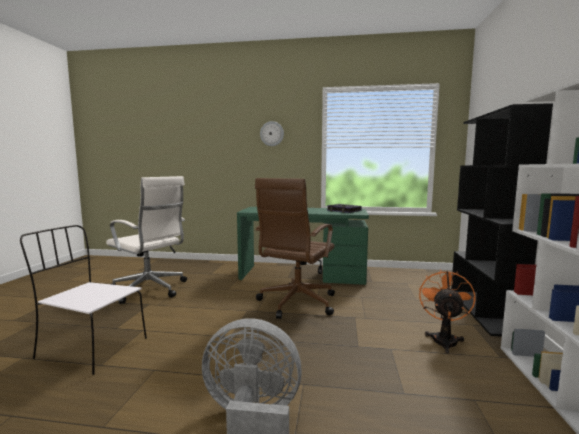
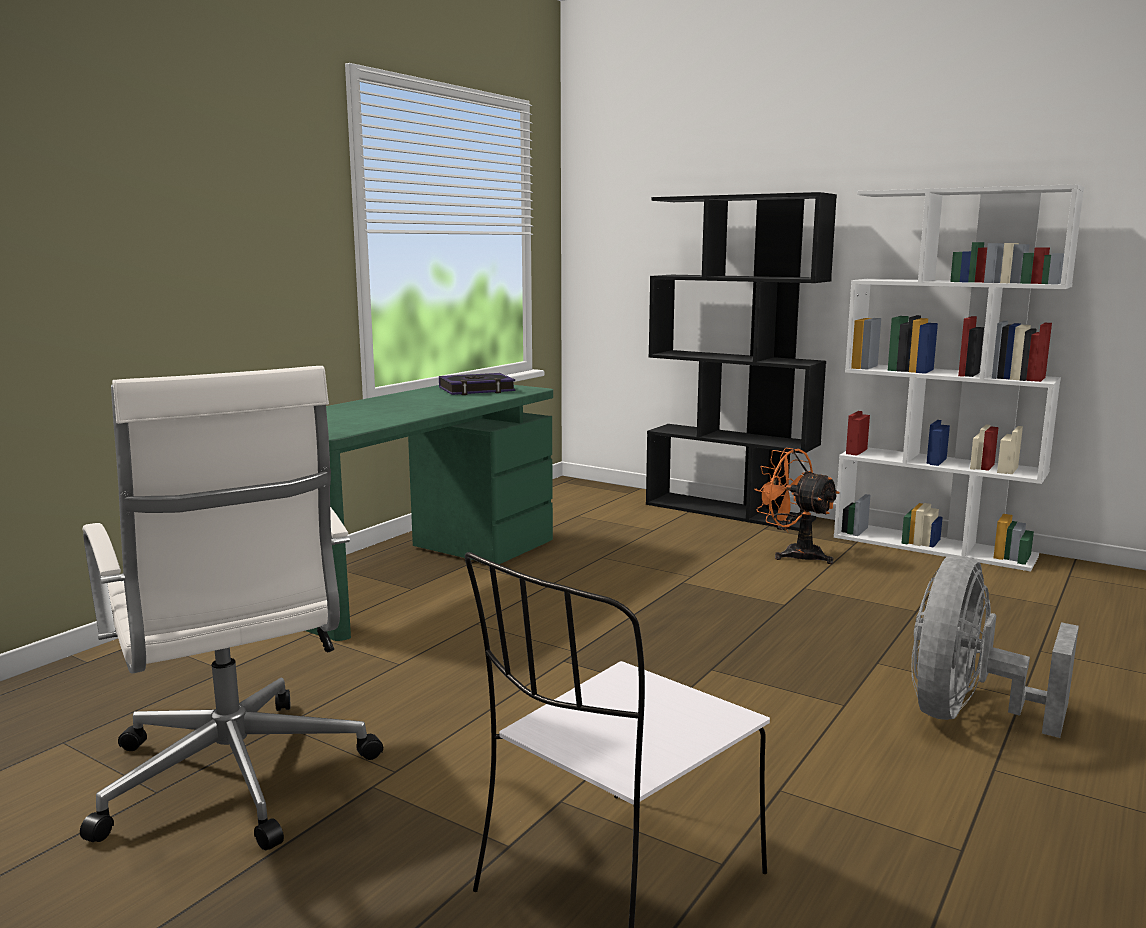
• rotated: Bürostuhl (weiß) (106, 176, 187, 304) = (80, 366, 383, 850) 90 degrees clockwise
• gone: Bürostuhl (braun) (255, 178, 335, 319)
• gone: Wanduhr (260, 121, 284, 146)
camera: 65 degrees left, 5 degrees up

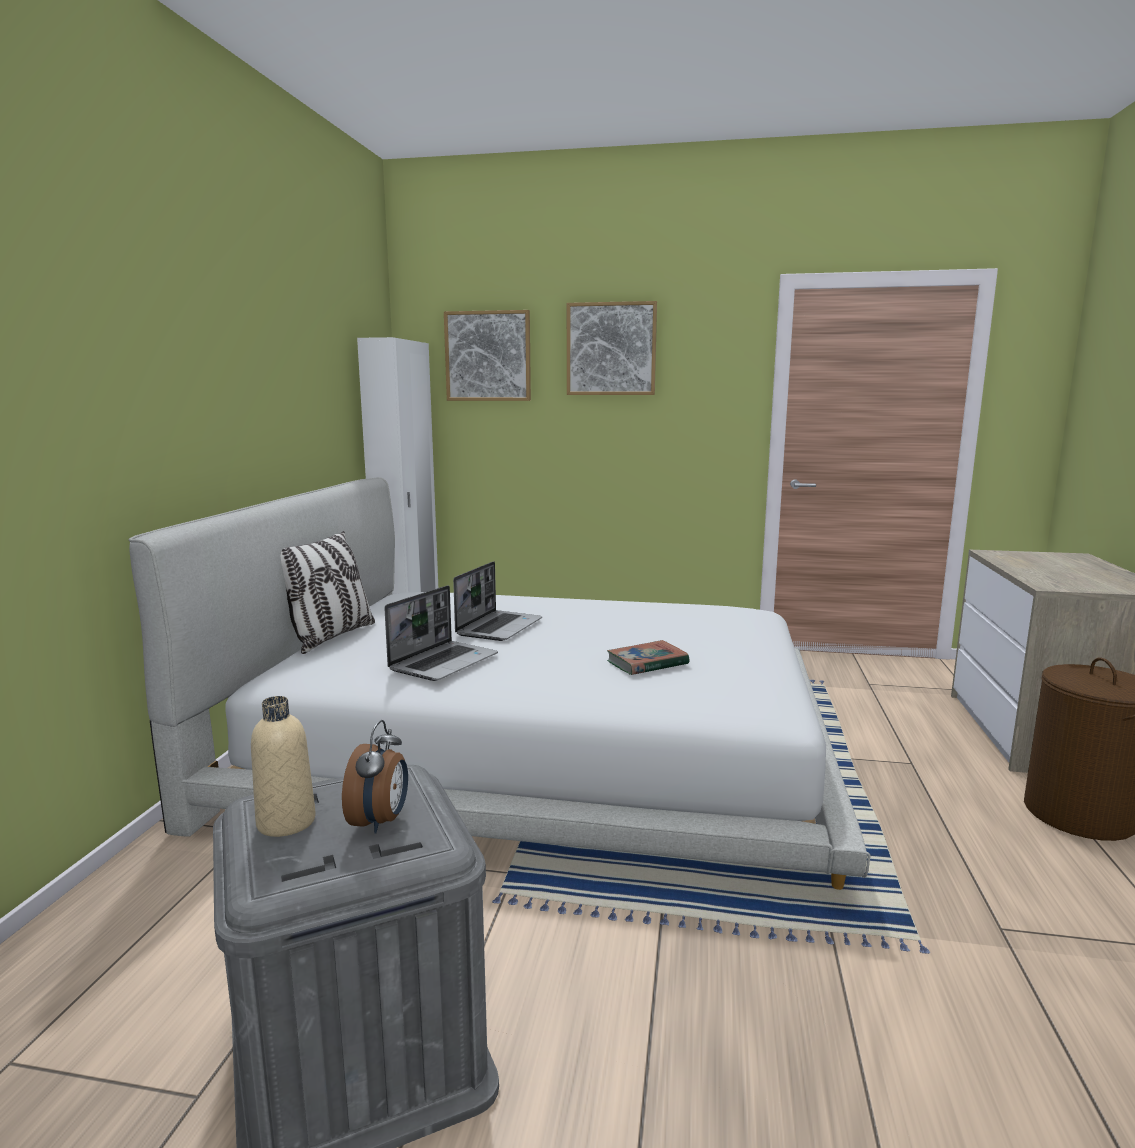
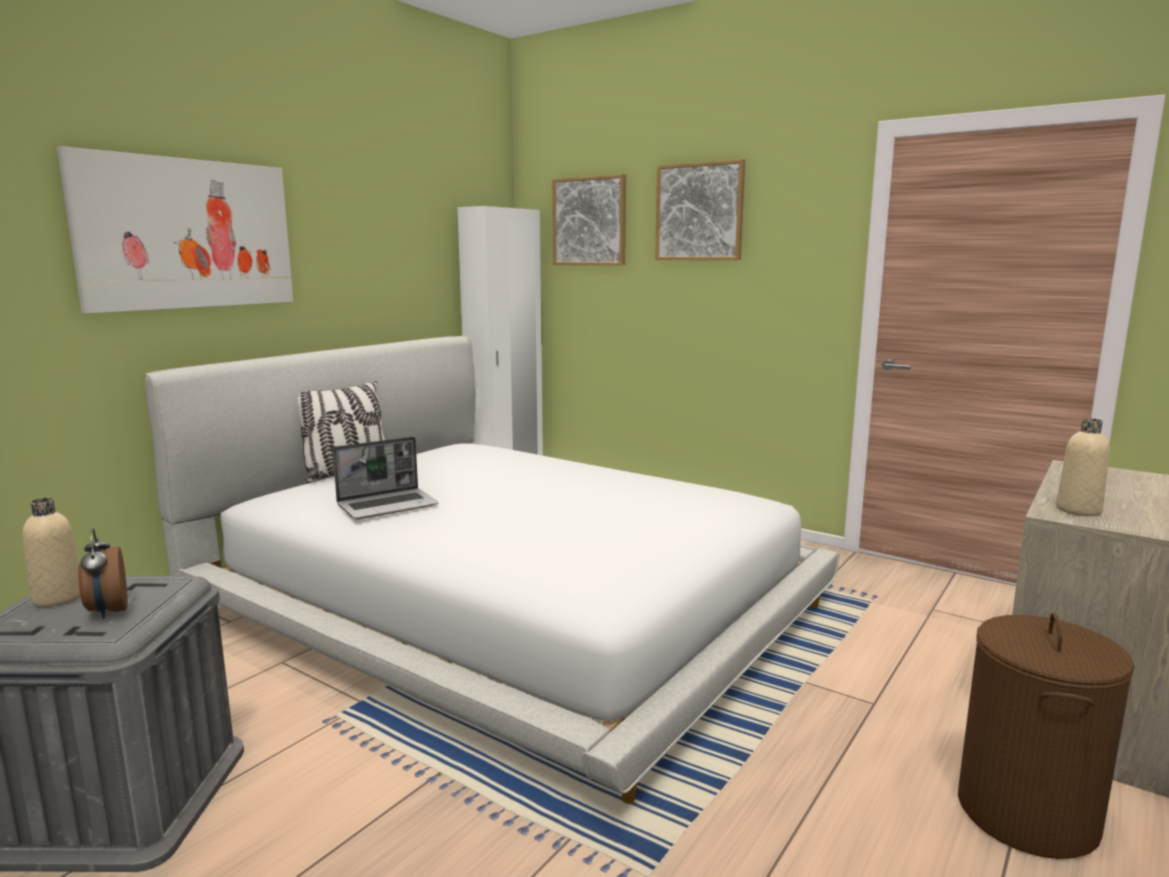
• rotated: Wecker (342, 720, 408, 834) = (78, 528, 128, 619) 120 degrees clockwise
• gone: Laptop (453, 561, 542, 641)
• gone: Buch (607, 640, 689, 675)
• new: Bild (57, 146, 293, 313)
• new: Flasche (beige) (1056, 418, 1110, 516)
camera: 25 degrees right, 0 degrees up

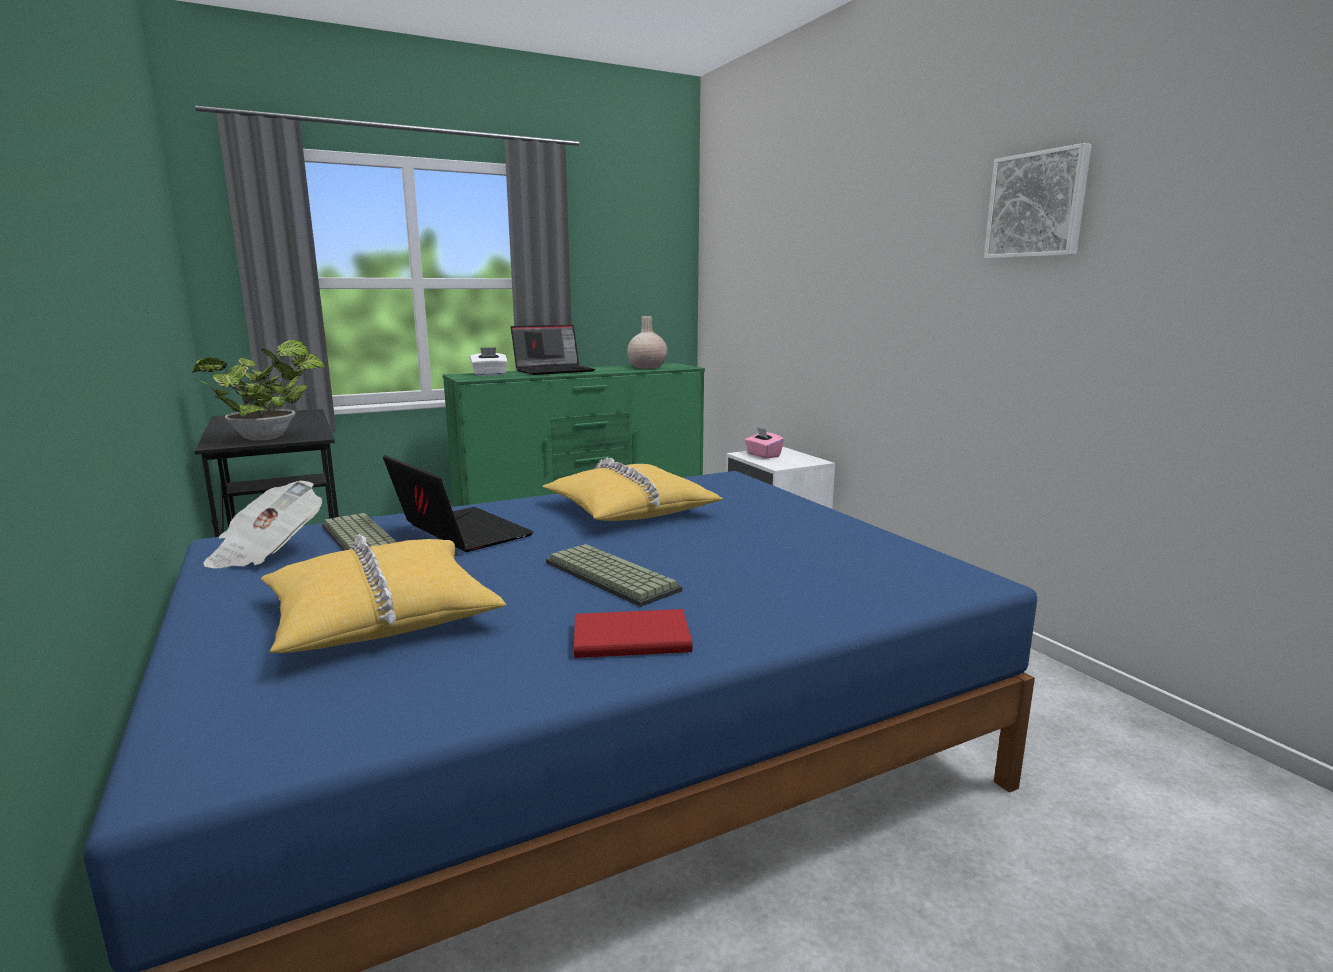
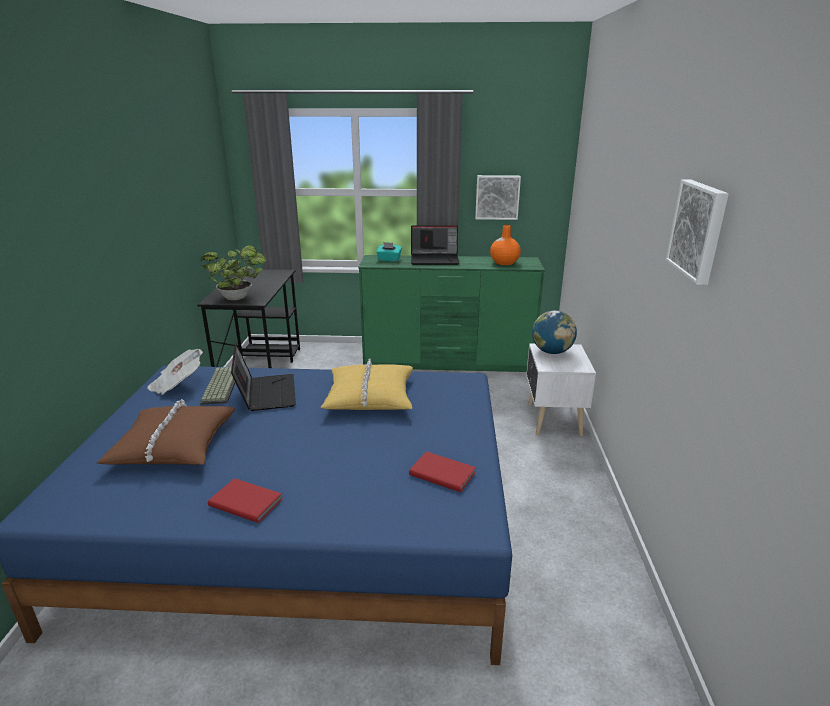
• repainted: Kissen (gelb) (261, 534, 507, 653) to Kissen (braun) (96, 399, 235, 465)
• repainted: Taschentuchbox (weiß) (470, 347, 508, 376) to Taschentuchbox (türkis) (376, 242, 402, 262)
• gone: Tastatur (546, 544, 682, 607)
• repainted: Vase (beige) (627, 316, 668, 369) to Vase (orange) (490, 225, 521, 265)
• swapped: Taschentuchbox (rosa) (745, 427, 784, 459) to Globus (532, 310, 577, 354)
• new: Buch (rot) (409, 451, 476, 492)
• new: Bild (475, 175, 521, 220)
camera: 30 degrees right, 10 degrees up

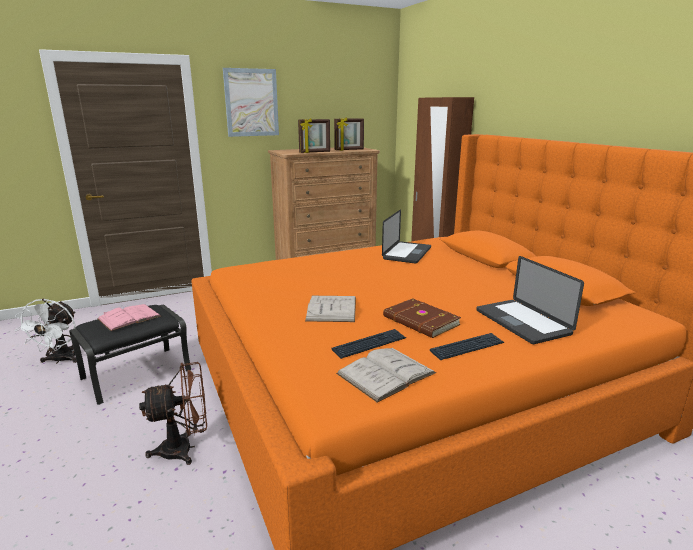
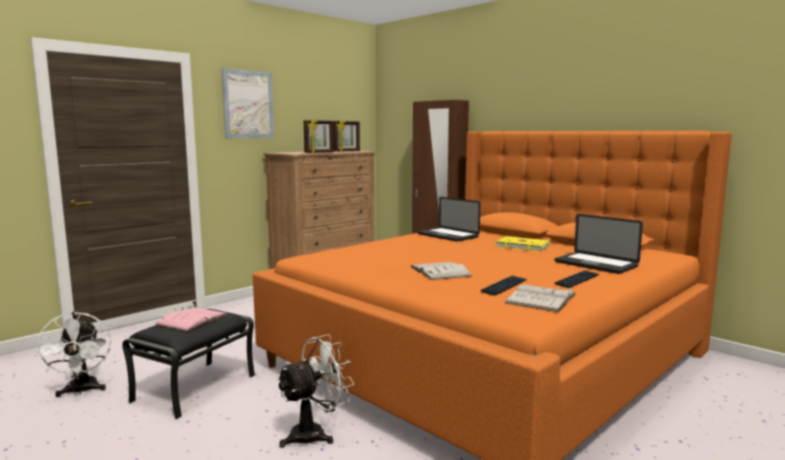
• repainted: Ventilator (braun) (139, 362, 207, 465) to Ventilator (weiß) (276, 334, 354, 448)
• rotated: Laptop (382, 209, 431, 264) = (418, 197, 481, 242) 135 degrees clockwise
• gone: Buch (braun) (383, 298, 461, 338)
• new: Buch (gelb) (495, 236, 550, 252)
camera: 20 degrees left, 10 degrees down

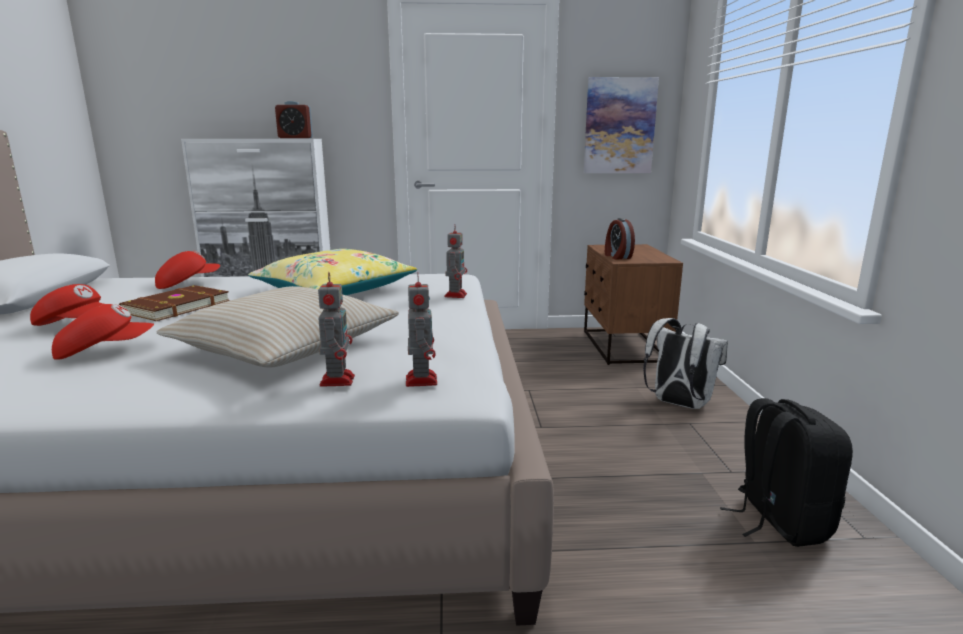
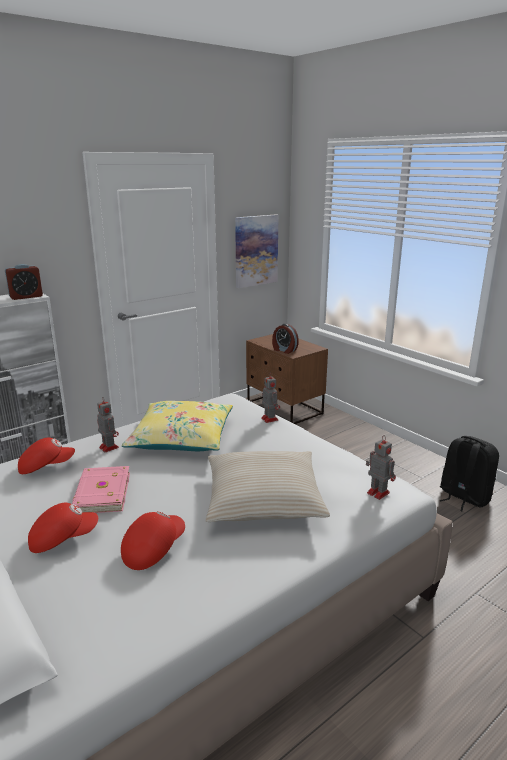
• repainted: Buch (braun) (119, 285, 230, 321) to Buch (rosa) (72, 466, 130, 513)
• rotated: Kappe (rot) (155, 251, 220, 289) = (18, 437, 75, 474) 60 degrees clockwise
• shifted: Spielzeugroboter (318, 272, 355, 387) to (97, 397, 119, 453)
• gone: Rucksack (weiß) (643, 318, 728, 409)
camera: 35 degrees left, 5 degrees up

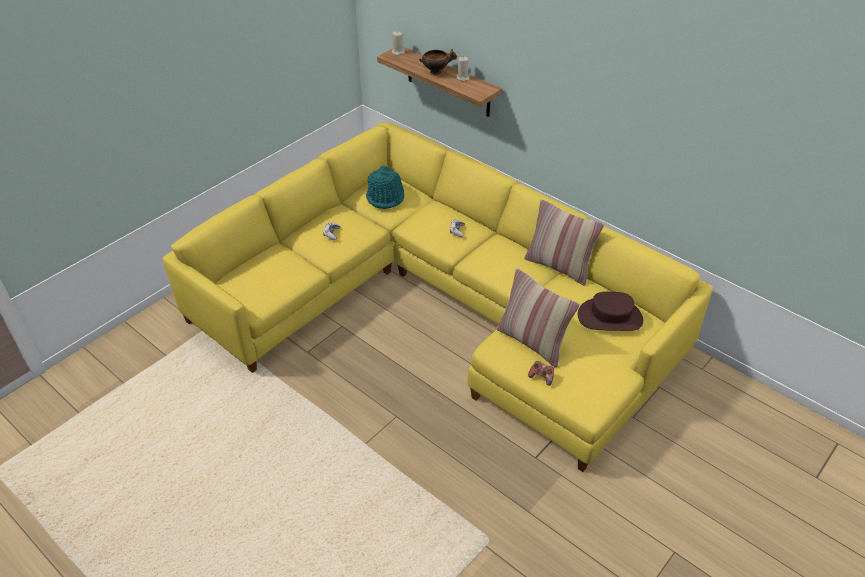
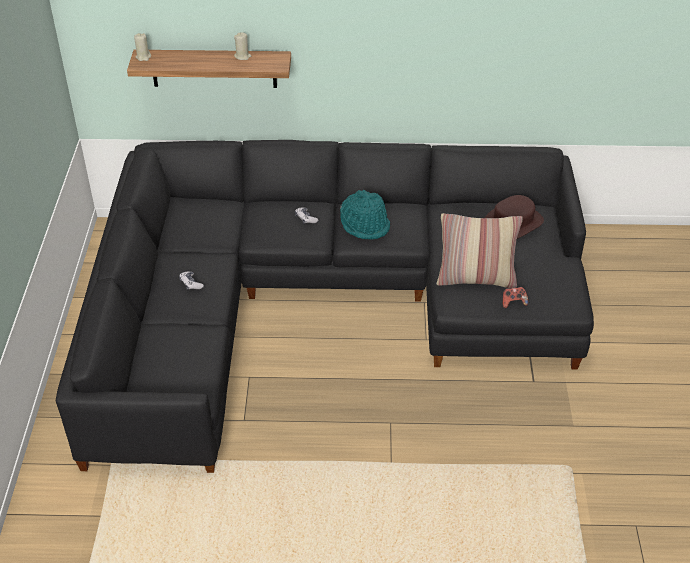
• repainted: Sofa (gelb) (162, 122, 713, 472) to Sofa (schwarz) (56, 140, 594, 473)
• shifted: Hut (türkis) (366, 166, 404, 209) to (340, 190, 390, 239)
• gone: Schüssel (419, 49, 457, 75)
• gone: Kissen (524, 199, 604, 285)
camera: 40 degrees left, 0 degrees up

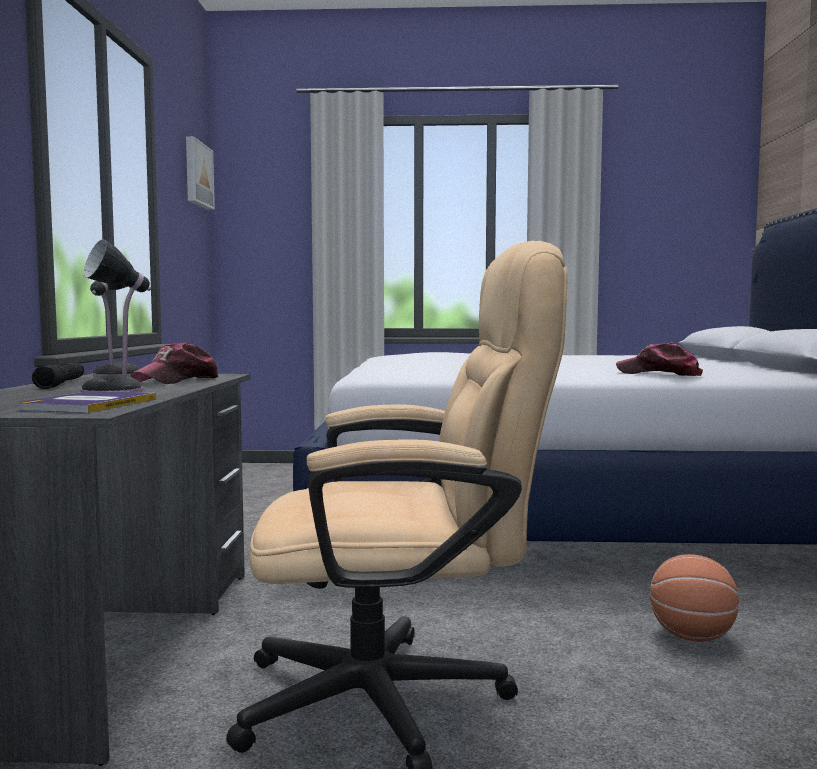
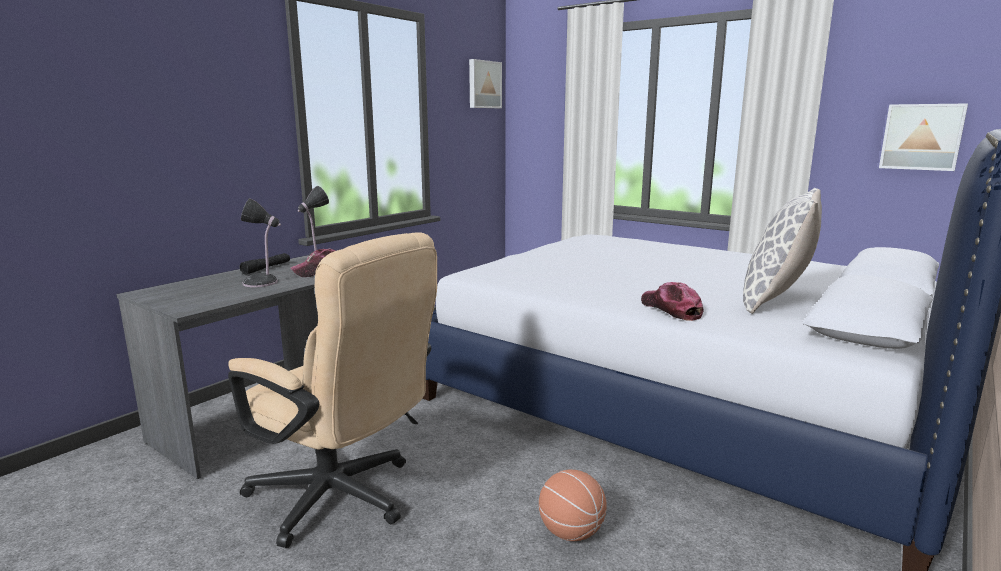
• gone: Buch (19, 391, 156, 413)
• new: Kissen (743, 188, 822, 314)
• new: Bild (879, 103, 968, 171)
camera: 35 degrees right, 10 degrees up

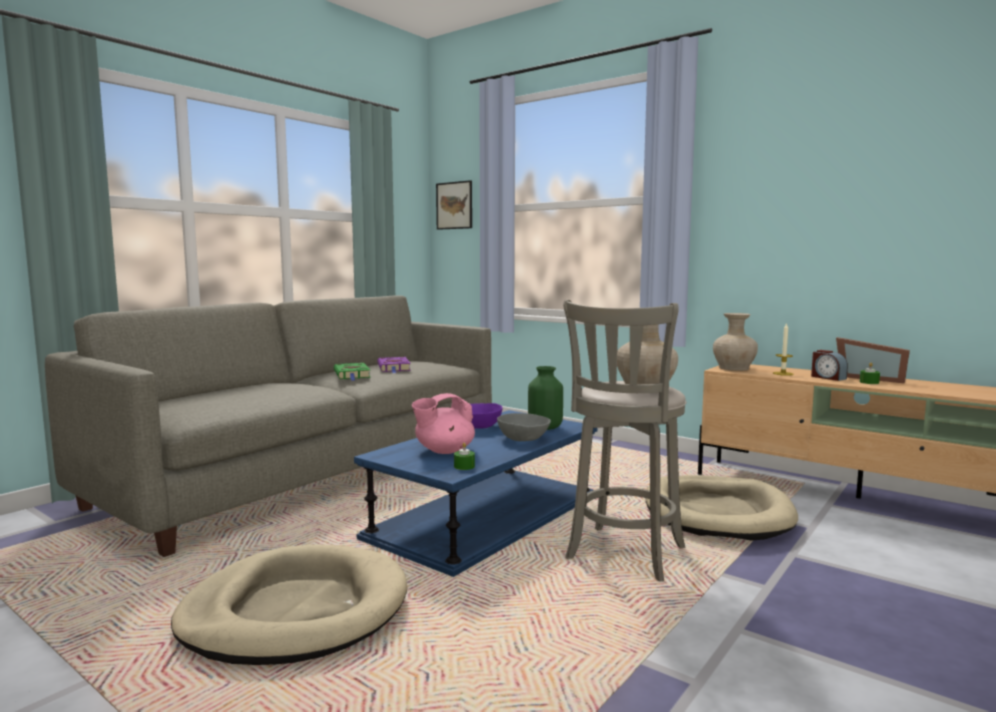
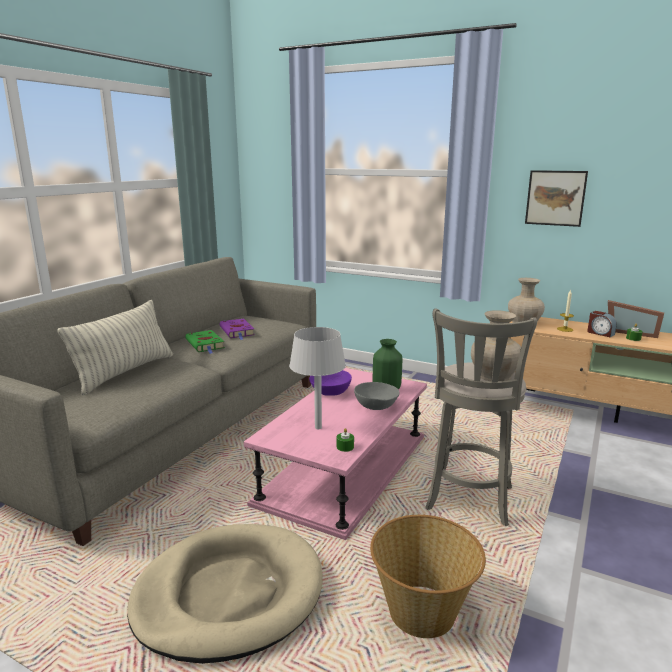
• repainted: Couchtisch (blau) (354, 410, 598, 577) to Couchtisch (rosa) (244, 368, 427, 540)
• swapped: Teekanne (rosa) (412, 393, 475, 454) to Tischlampe (grau) (289, 327, 346, 429)
• shifted: Bild (436, 180, 472, 230) to (525, 170, 588, 227)
• gone: Hundebett (beige) (645, 475, 798, 541)
• new: Kissen (57, 300, 173, 395)
• new: Korb (370, 515, 486, 638)
camera: 10 degrees left, 10 degrees up

